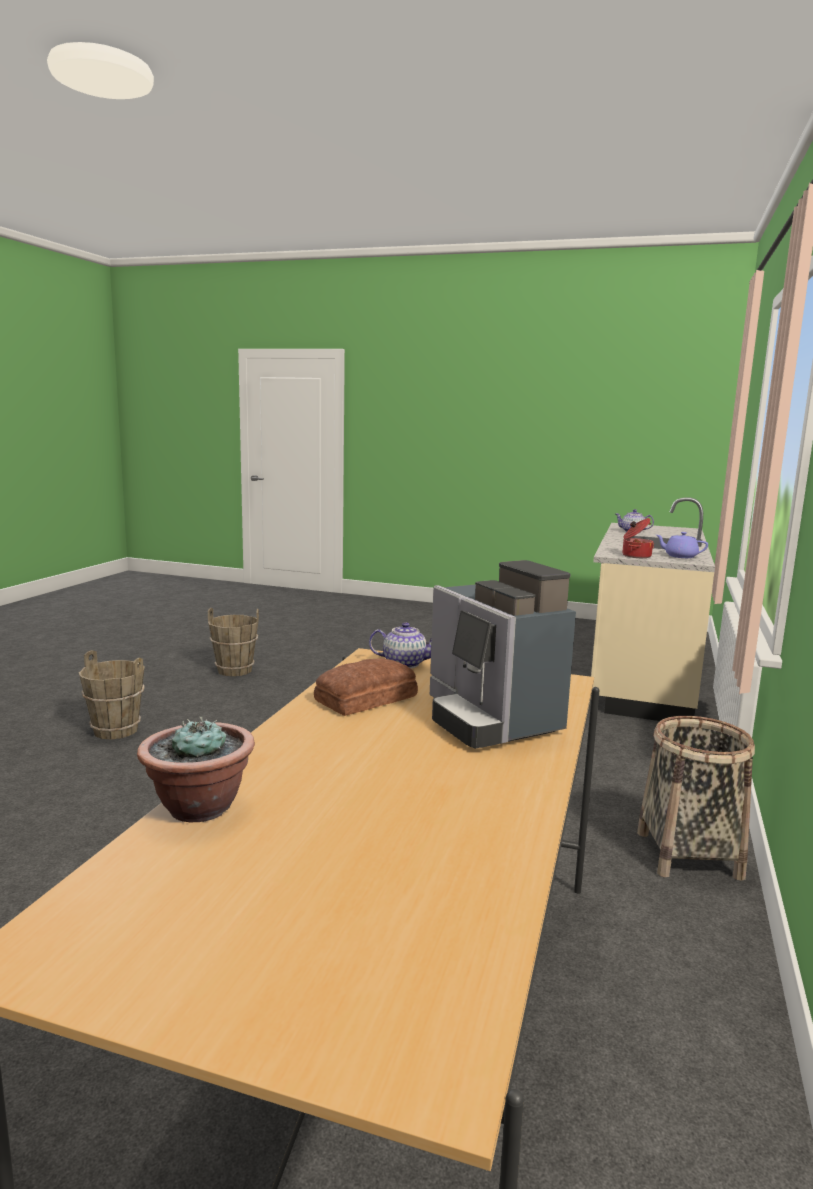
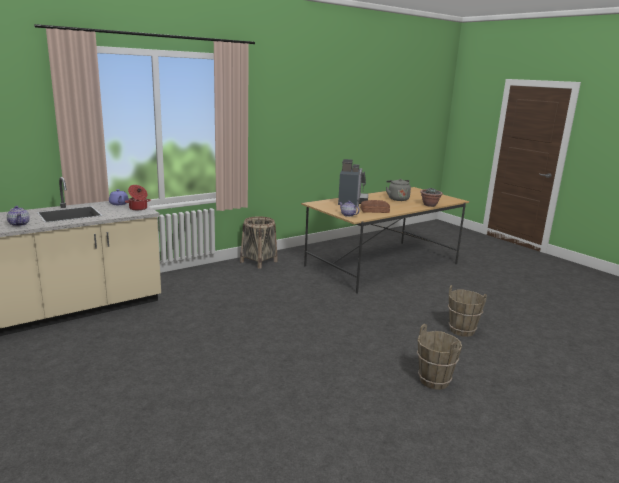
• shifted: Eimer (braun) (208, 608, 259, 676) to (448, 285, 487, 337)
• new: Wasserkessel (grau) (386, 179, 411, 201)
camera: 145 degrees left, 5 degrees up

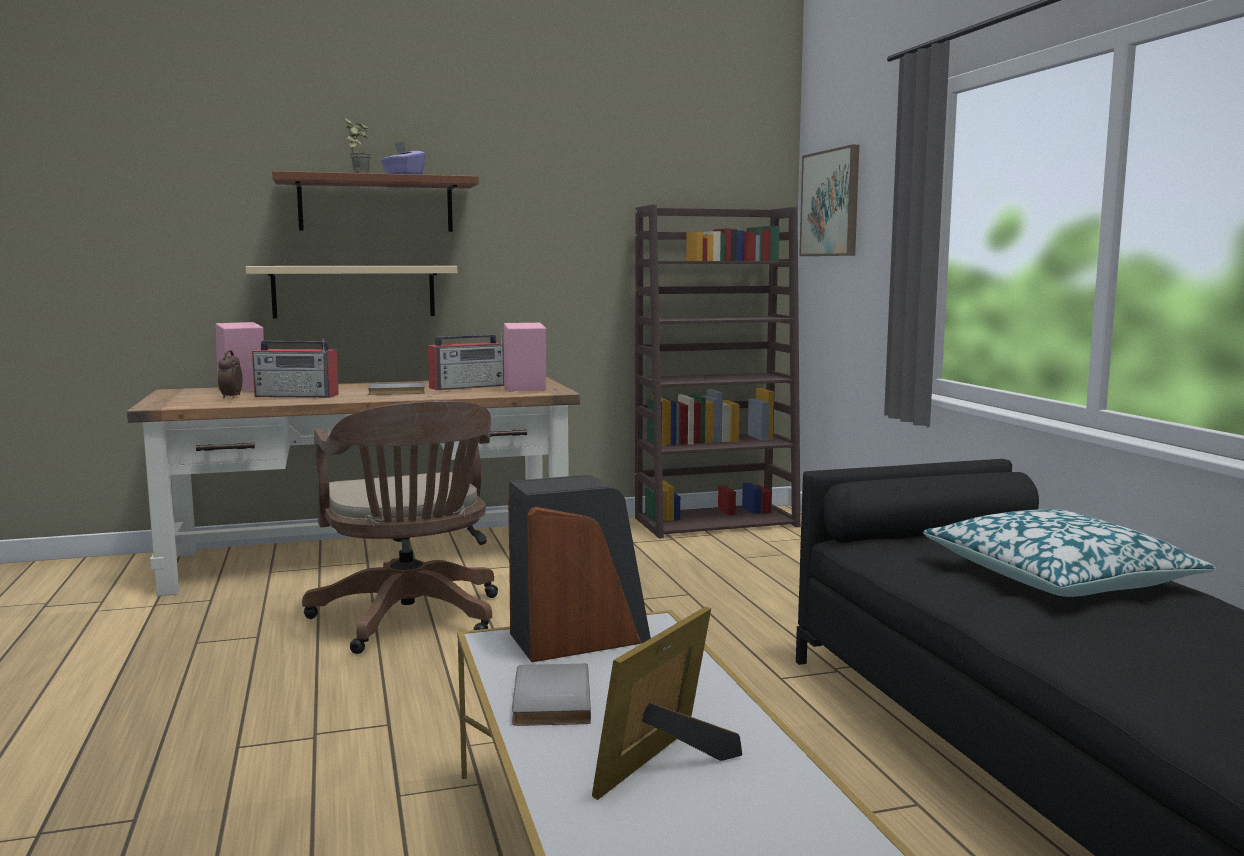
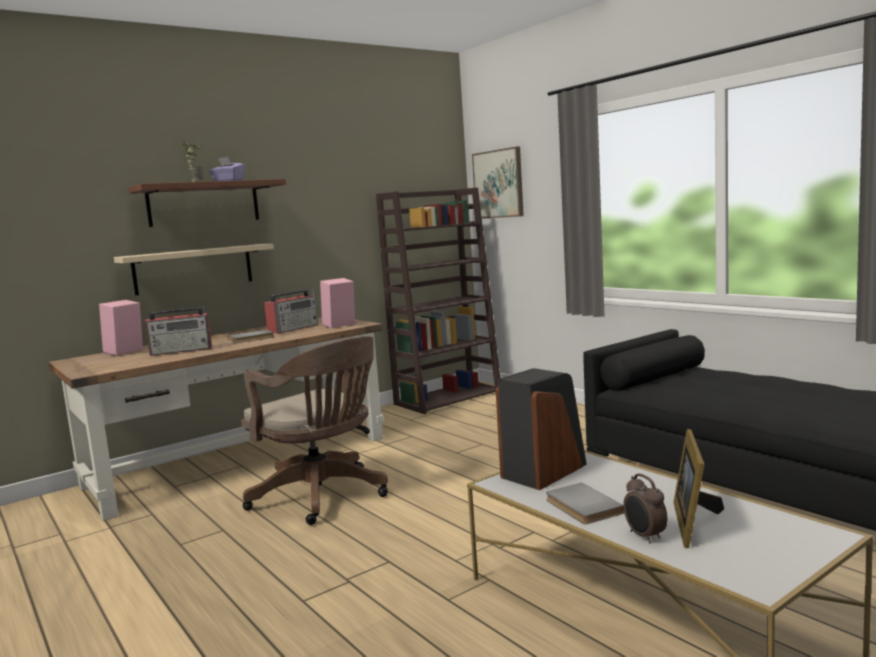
• shifted: Wecker (218, 350, 243, 399) to (623, 474, 668, 543)
• gone: Kissen (923, 509, 1216, 597)
camera: 20 degrees left, 0 degrees up

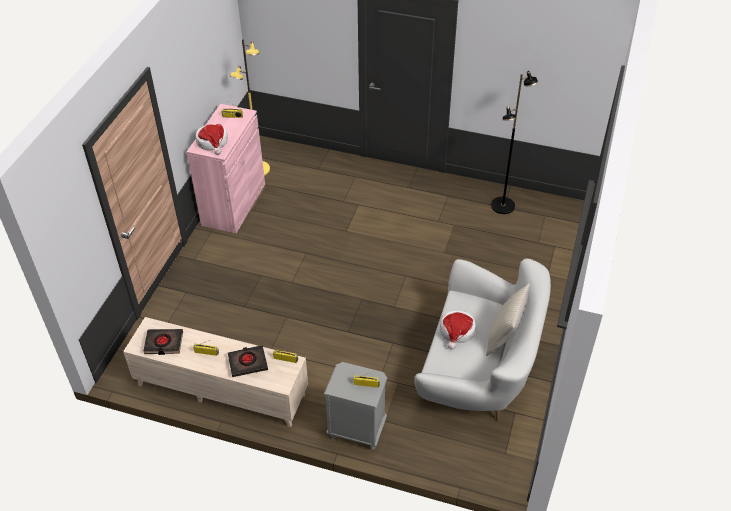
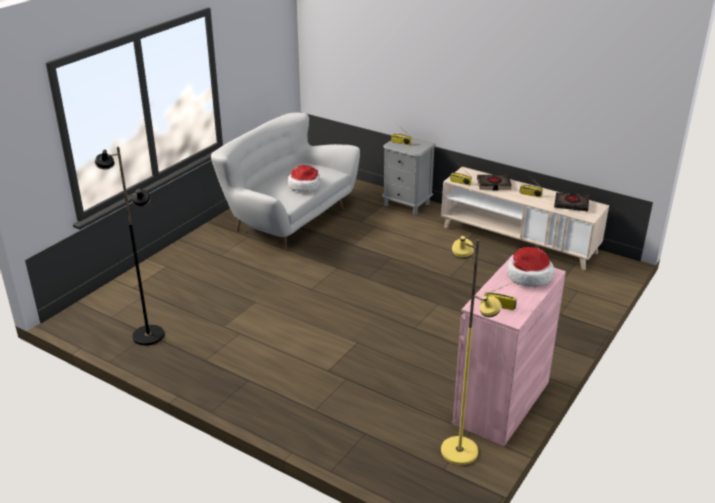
• gone: Kissen (beige) (486, 283, 530, 356)
camera: 165 degrees left, 15 degrees down

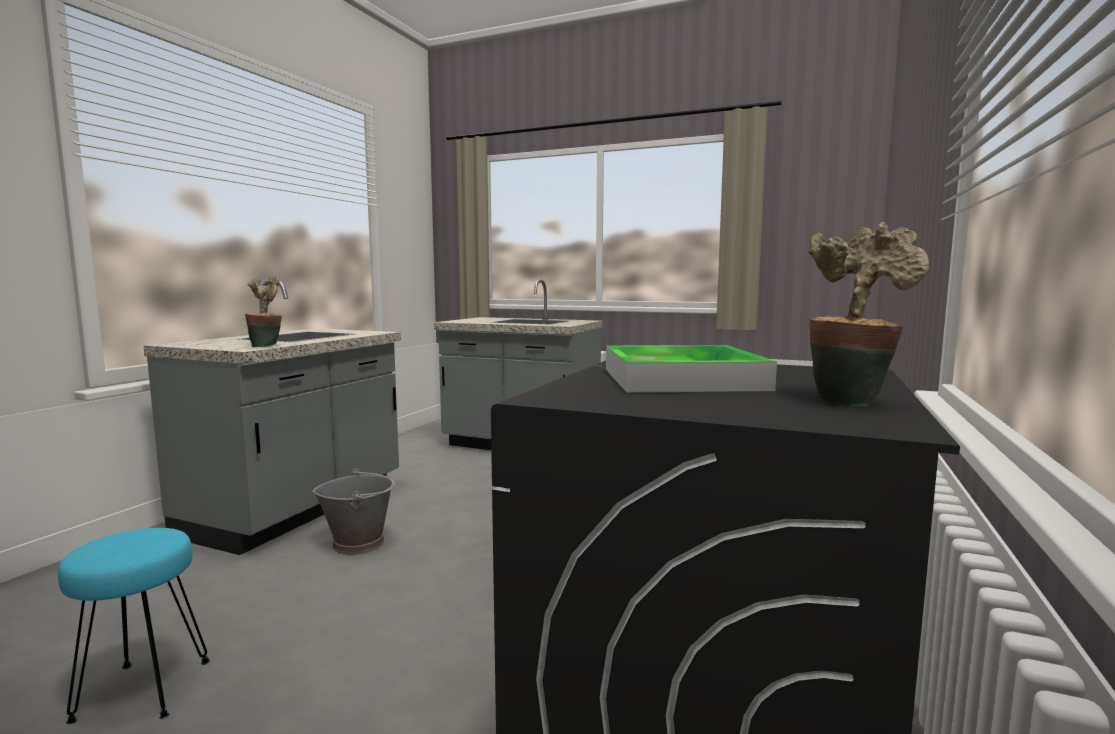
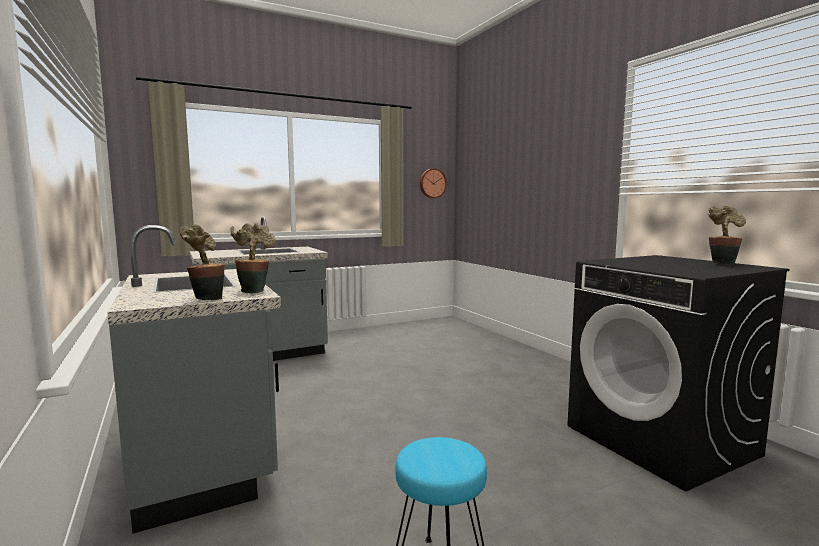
• gone: Eimer (grau) (312, 468, 395, 555)
• gone: Tablett (606, 345, 777, 393)
• new: Topfpflanze (179, 224, 225, 300)
• new: Wanduhr (420, 168, 447, 198)
camera: 50 degrees left, 0 degrees up

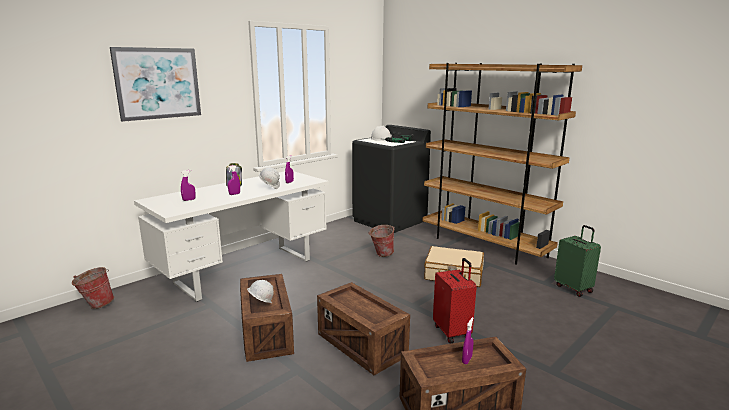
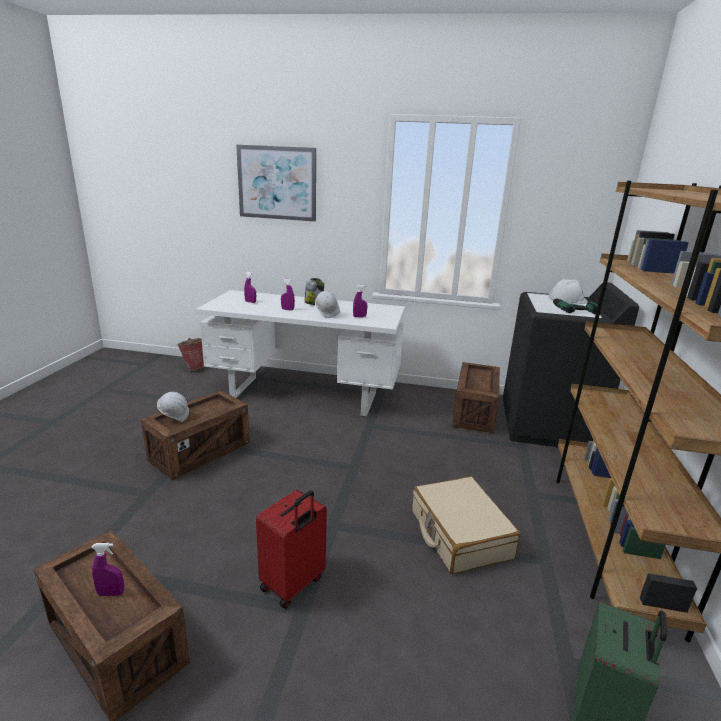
• shifted: Kiste (317, 282, 410, 375) to (452, 362, 500, 433)
• gone: Eimer (368, 225, 395, 257)
camera: 55 degrees right, 5 degrees up

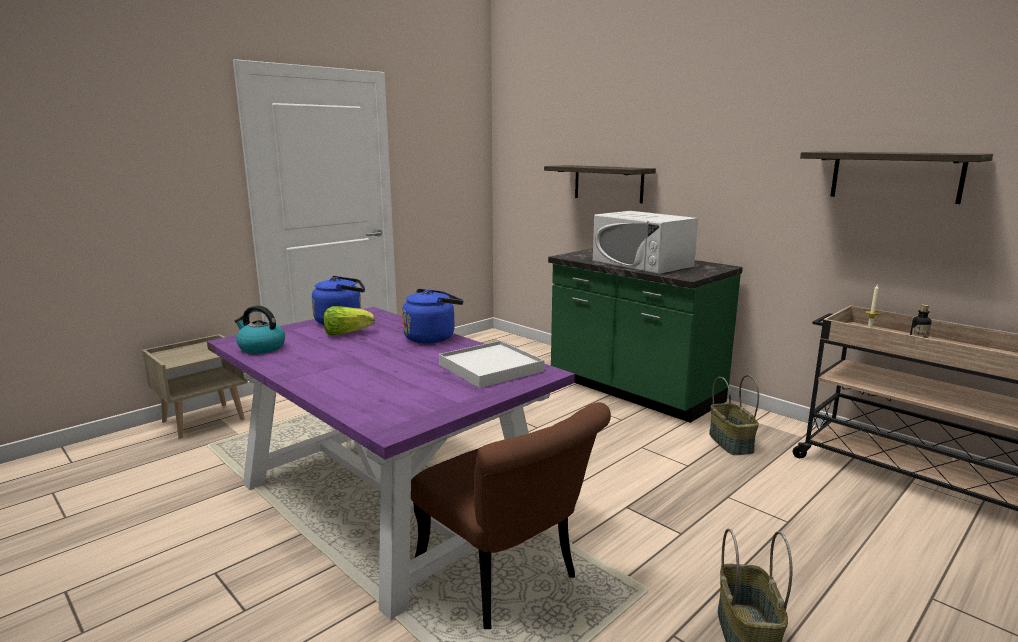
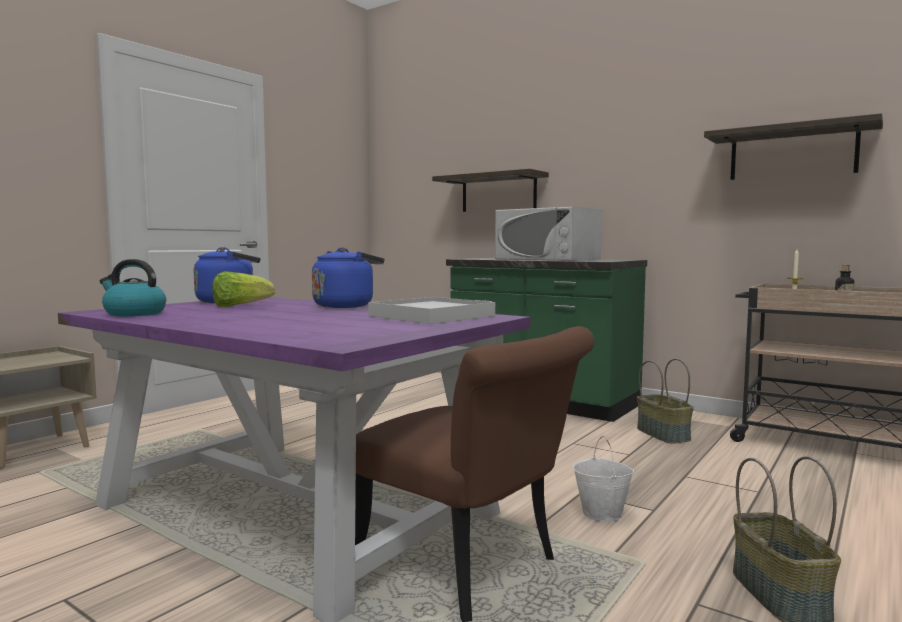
• new: Eimer (weiß) (573, 435, 634, 521)
camera: 10 degrees left, 10 degrees down

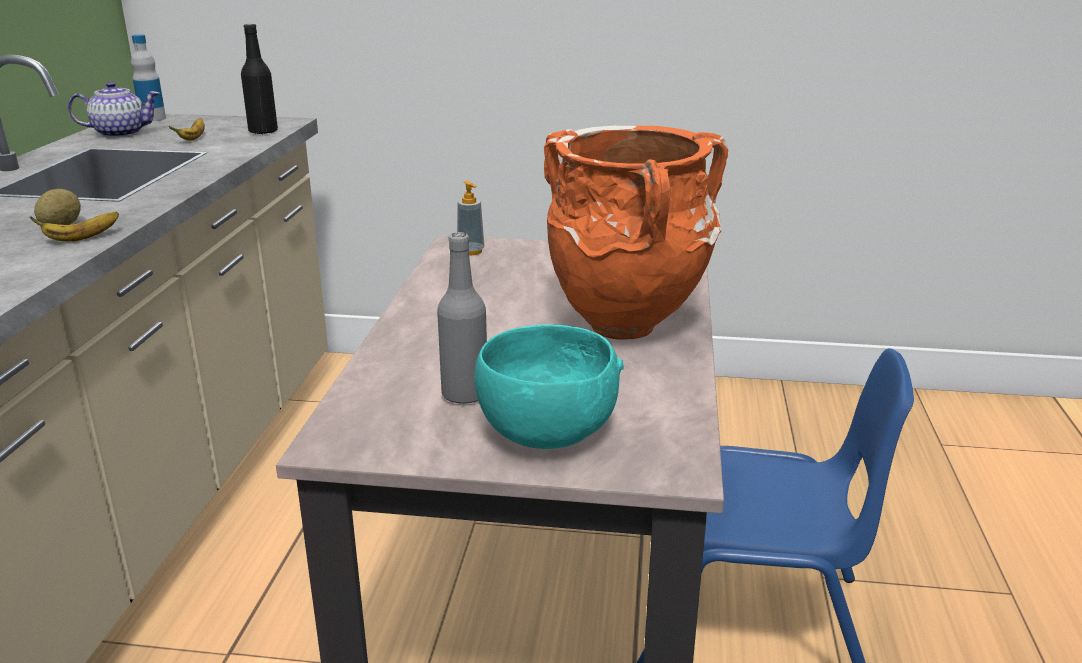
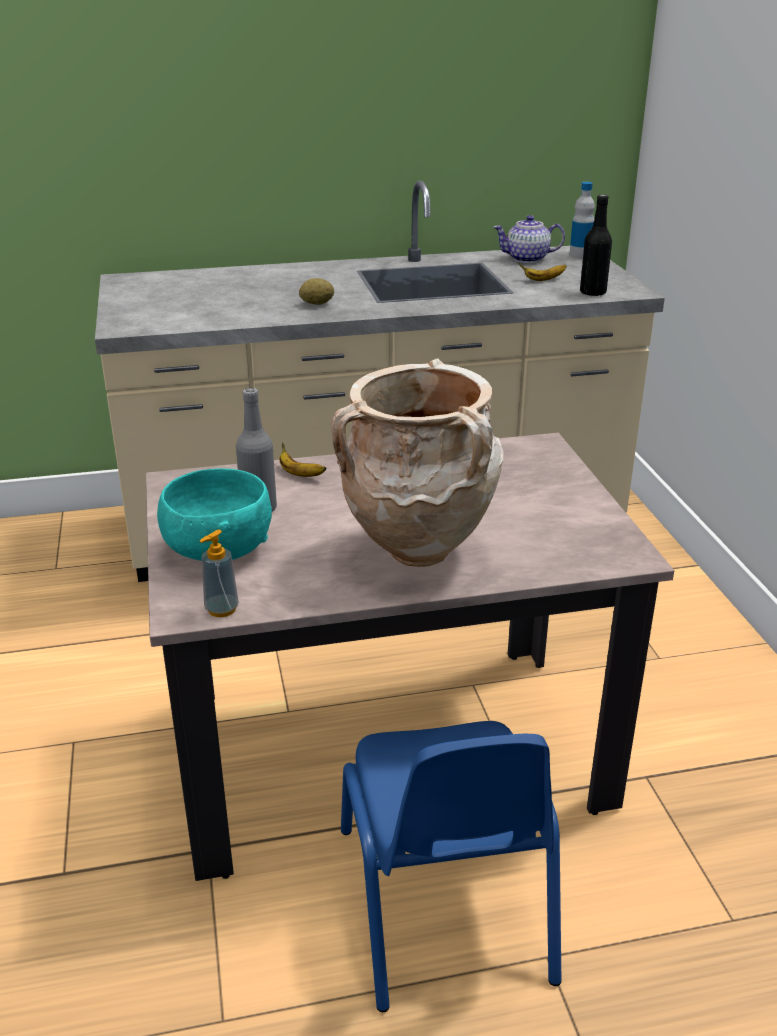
• shifted: Banane (30, 212, 119, 242) to (279, 443, 326, 477)
• rotated: Teekanne (68, 81, 160, 138) = (493, 215, 565, 263) 120 degrees clockwise
• shifted: Seifenspender (457, 181, 484, 255) to (200, 530, 239, 617)
• repainted: Vase (orange) (544, 126, 728, 340) to Vase (beige) (331, 359, 504, 567)
camera: 70 degrees right, 5 degrees up

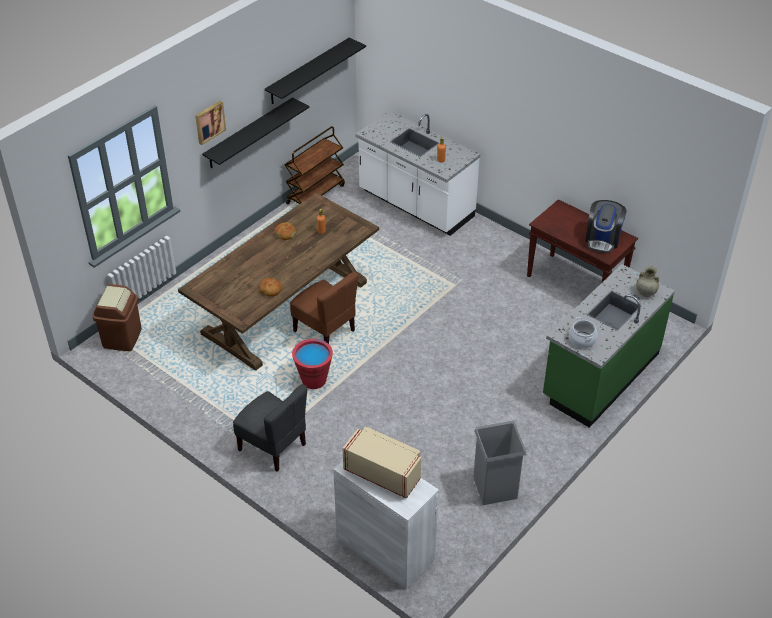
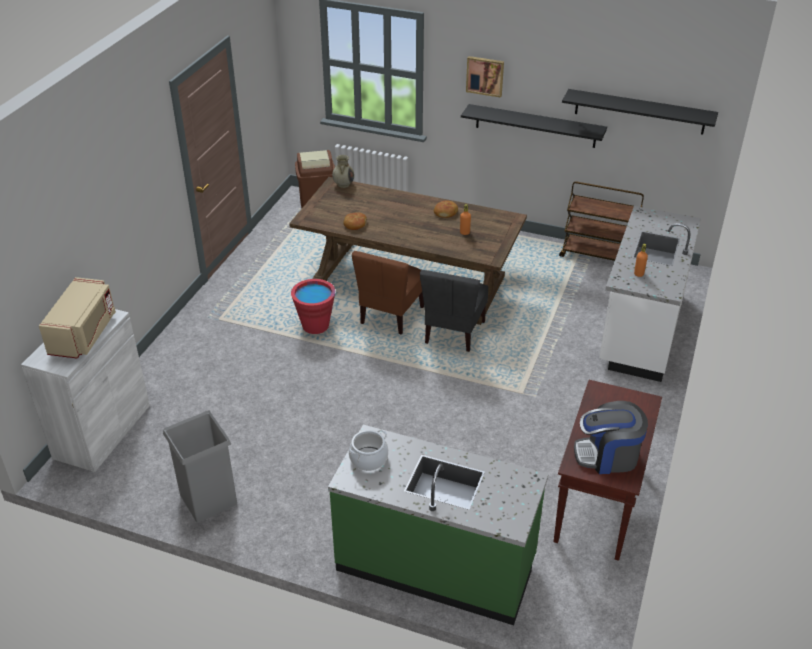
• shifted: Stuhl (grau) (233, 384, 307, 472) to (420, 270, 489, 352)
• shifted: Vase (beige) (636, 266, 659, 297) to (332, 155, 354, 188)
camera: 70 degrees right, 5 degrees down

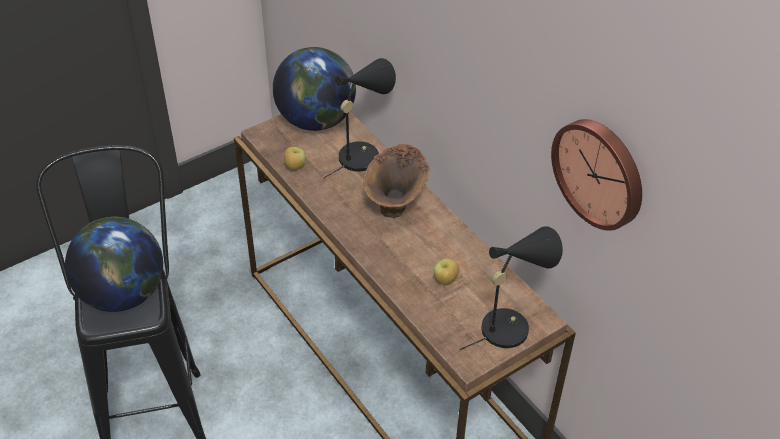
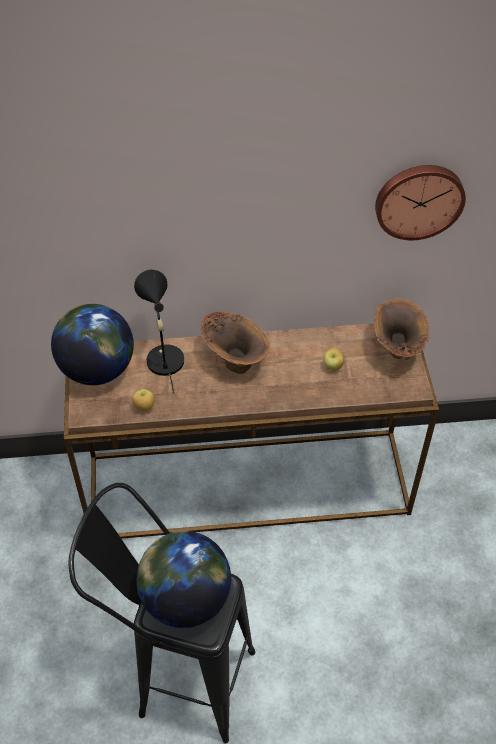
• swapped: Tischlampe (schwarz) (460, 226, 563, 350) to Vase (braun) (374, 298, 429, 360)
camera: 60 degrees left, 5 degrees up

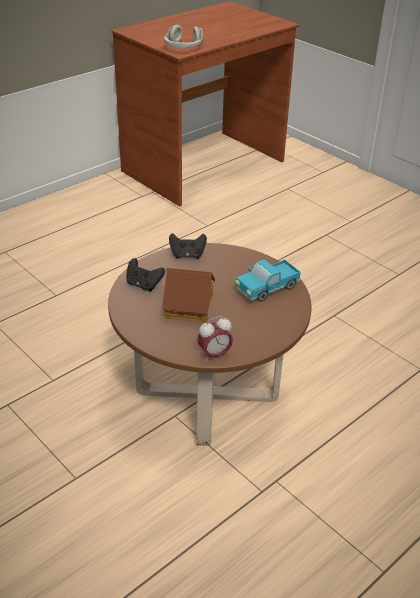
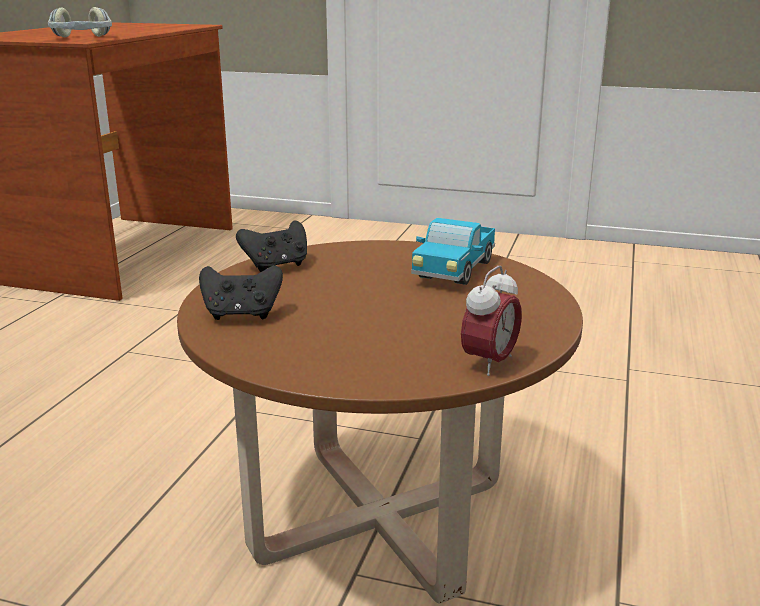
• gone: Spielzeughaus (162, 268, 215, 323)
camera: 30 degrees left, 15 degrees down

